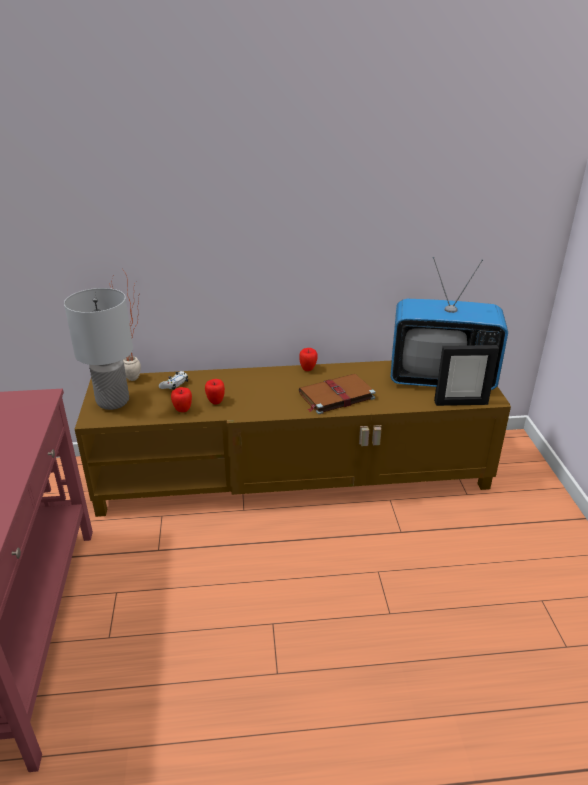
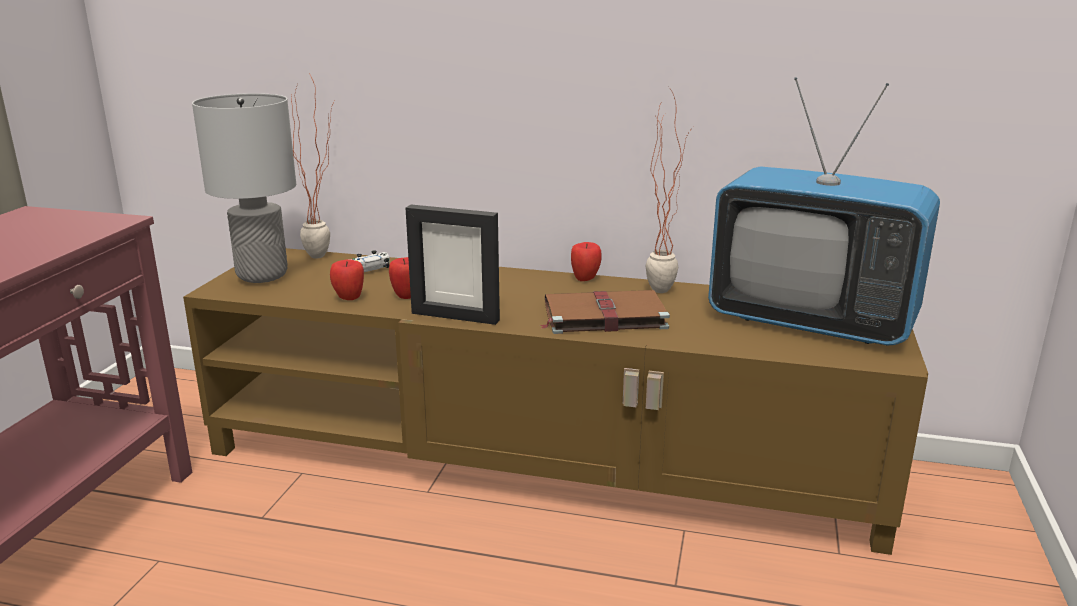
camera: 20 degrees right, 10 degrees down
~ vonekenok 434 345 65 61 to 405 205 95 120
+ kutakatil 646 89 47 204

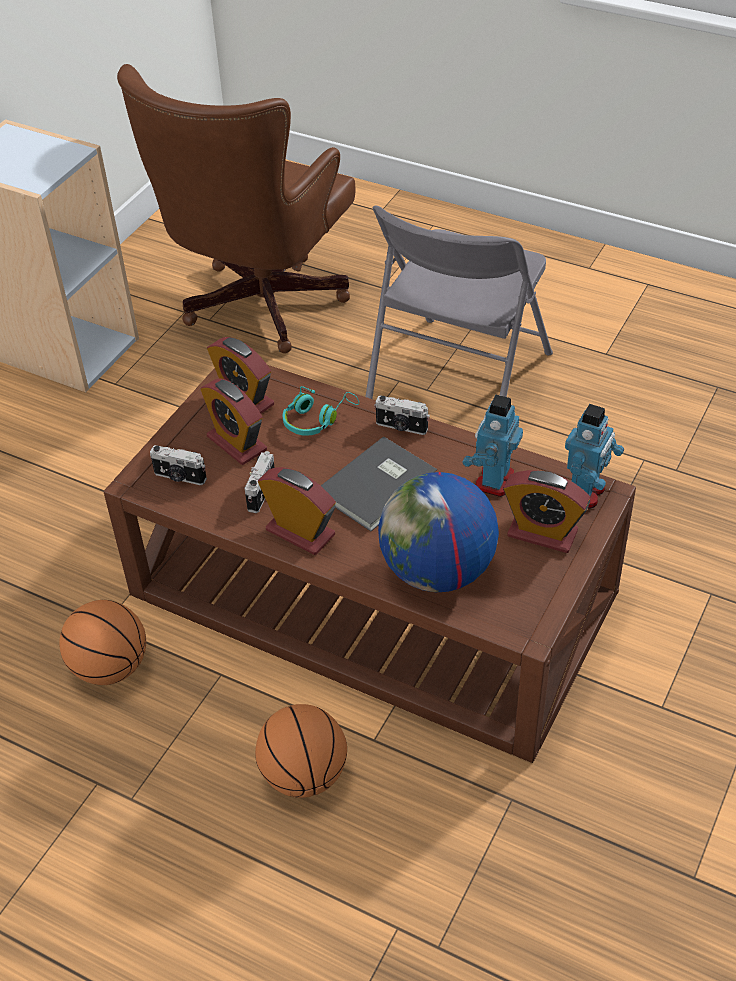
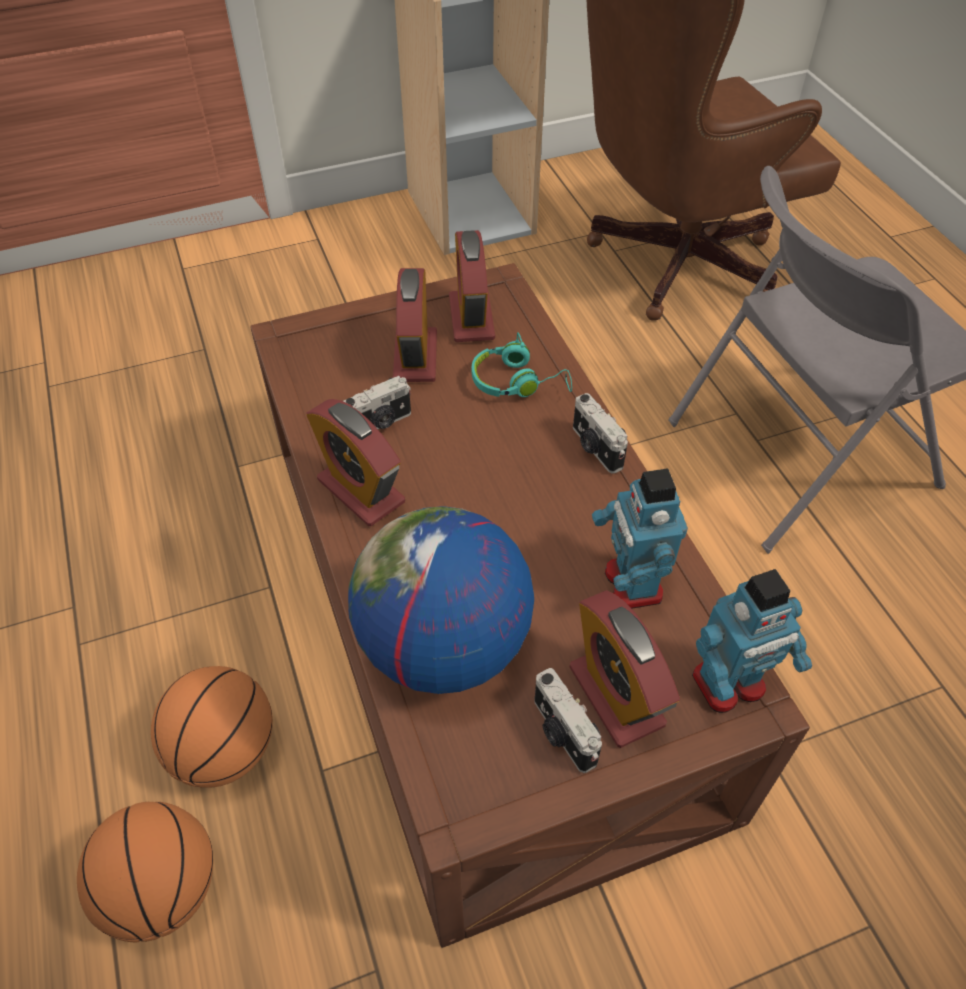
camera: 40 degrees right, 5 degrees up
~ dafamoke 462 395 61 102 = 592 468 96 141 75 degrees counterclockwise
- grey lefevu 321 436 116 95
~ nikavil 150 445 57 40 to 534 668 68 105
~ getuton 258 467 78 88 = 306 399 99 127 150 degrees clockwise
~ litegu 59 600 87 85 to 77 802 136 140

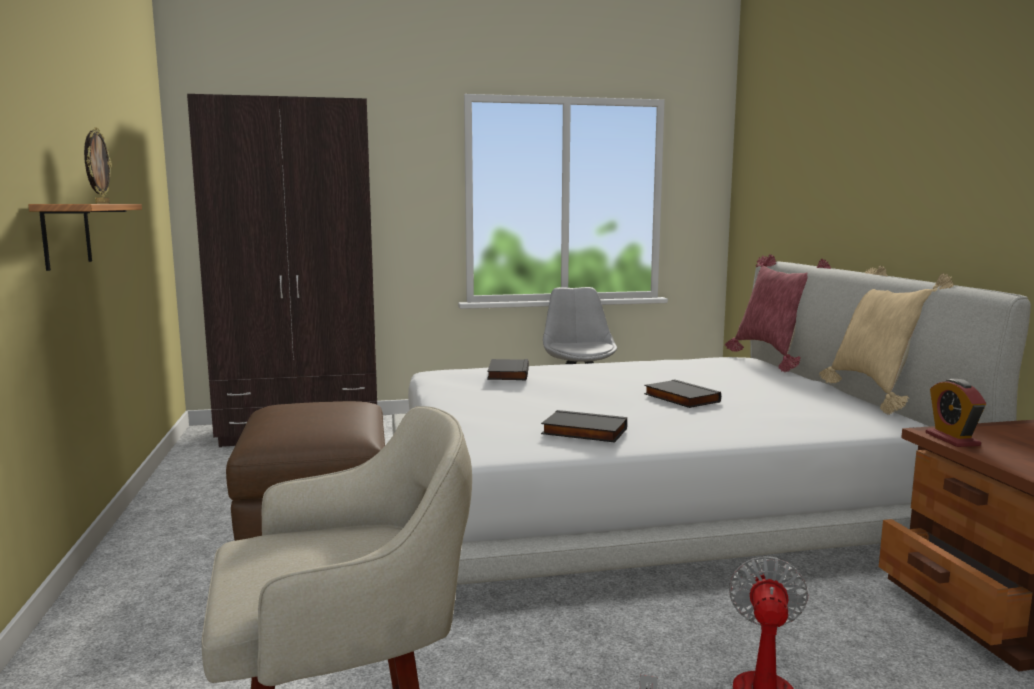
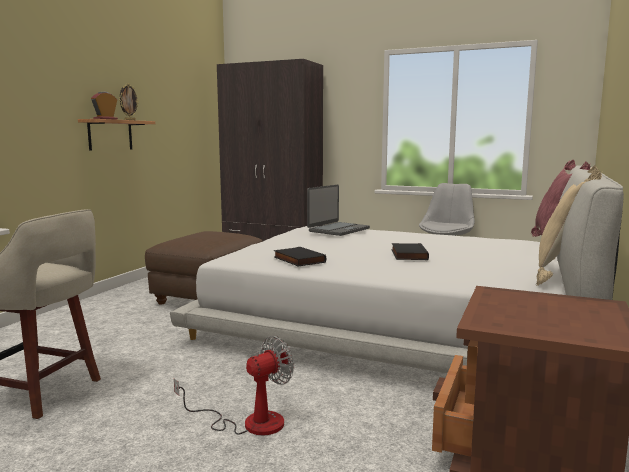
camera: 35 degrees right, 0 degrees up
~ black lefevu 487 359 42 22 to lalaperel 307 184 63 52
~ getuton 926 379 60 68 to 91 92 27 28

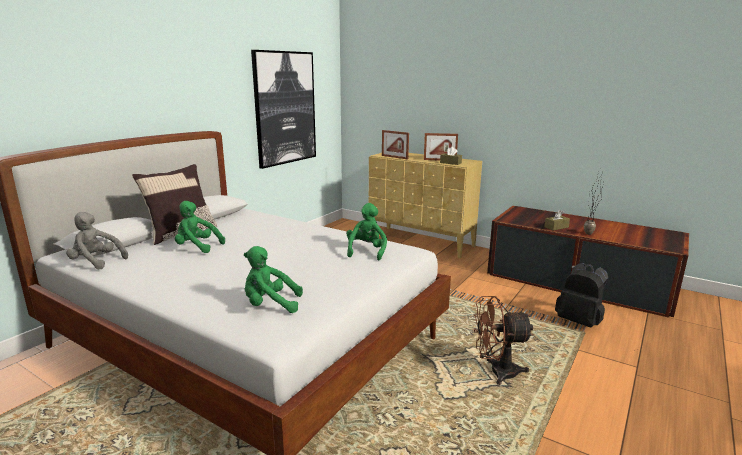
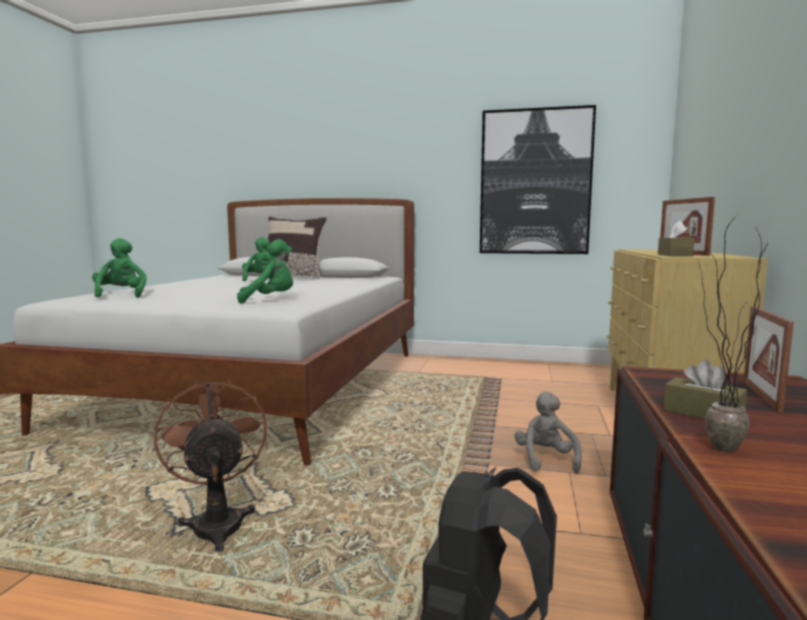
camera: 70 degrees right, 10 degrees down
~ vonekenok 382 130 27 29 to 743 306 51 107
~ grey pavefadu 66 212 62 57 to 514 391 68 82

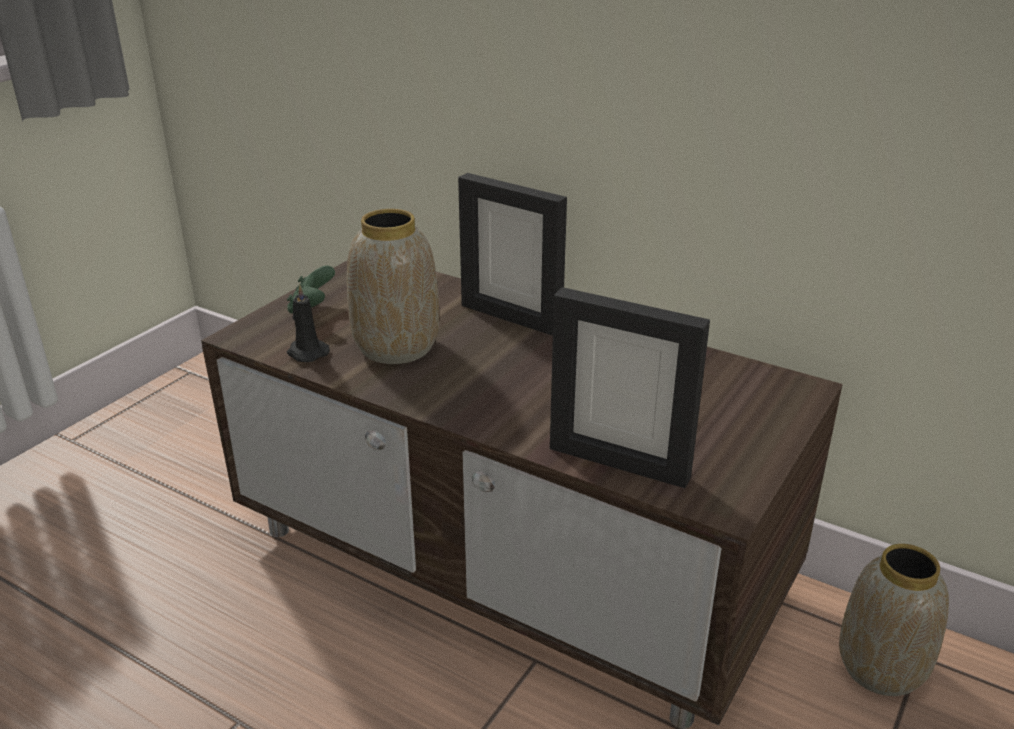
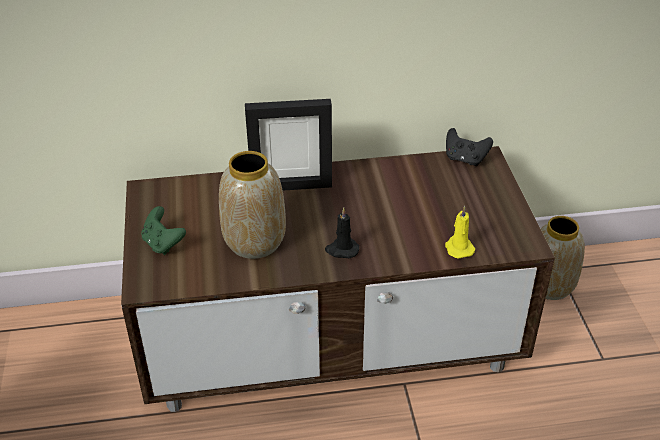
camera: 40 degrees left, 10 degrees up
~ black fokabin 287 284 43 78 to 325 207 34 51
~ vonekenok 550 287 160 201 to yellow fokabin 445 206 30 53
+ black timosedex 446 128 47 38

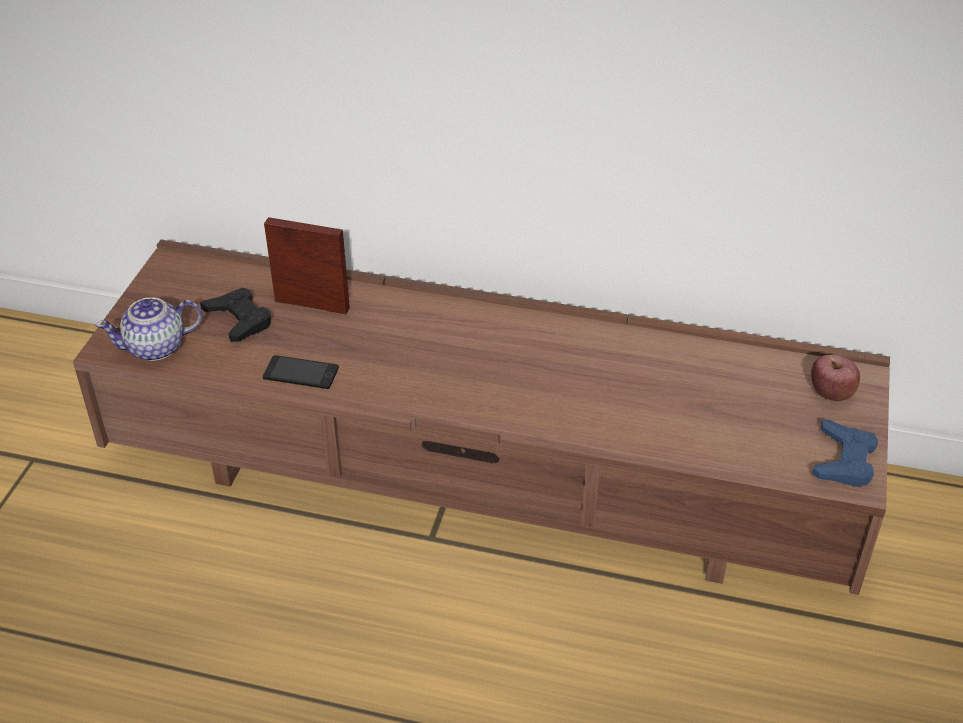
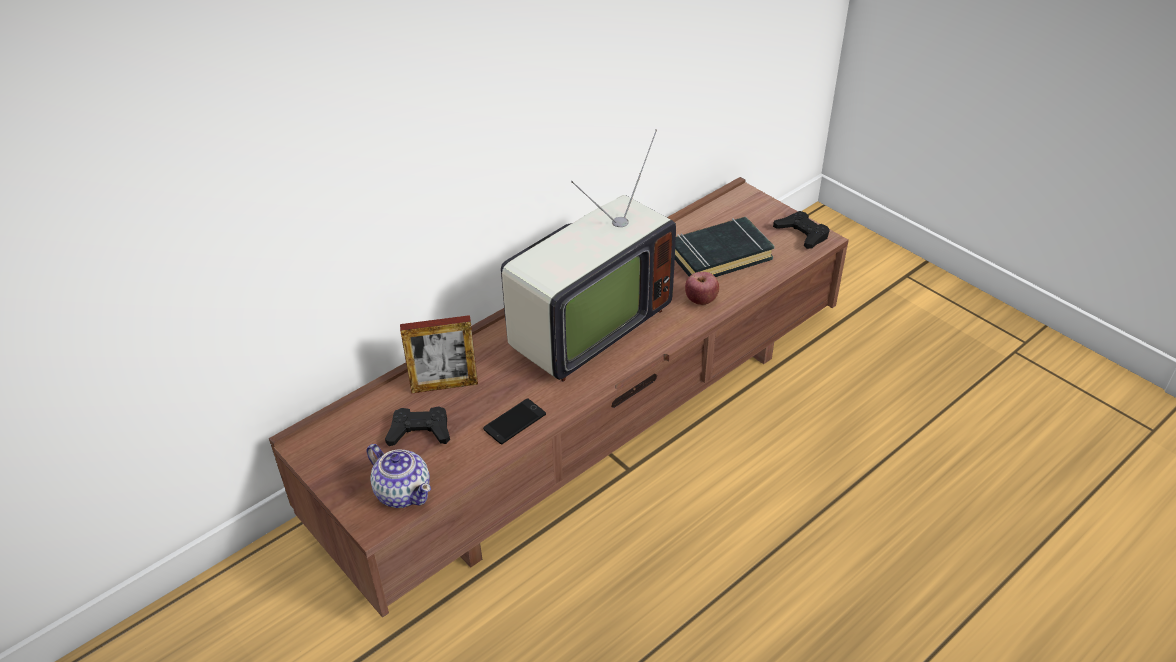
camera: 55 degrees left, 0 degrees up
~ vonekenok 264 217 86 97 = 400 315 78 78 150 degrees counterclockwise
~ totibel 95 297 107 64 = 367 444 64 64 60 degrees counterclockwise
~ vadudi 811 355 49 46 to 685 272 34 33
~ blue timosedex 812 419 66 68 to black timosedex 773 211 57 38
+ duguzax 501 130 175 252
+ black lefevu 675 217 100 60

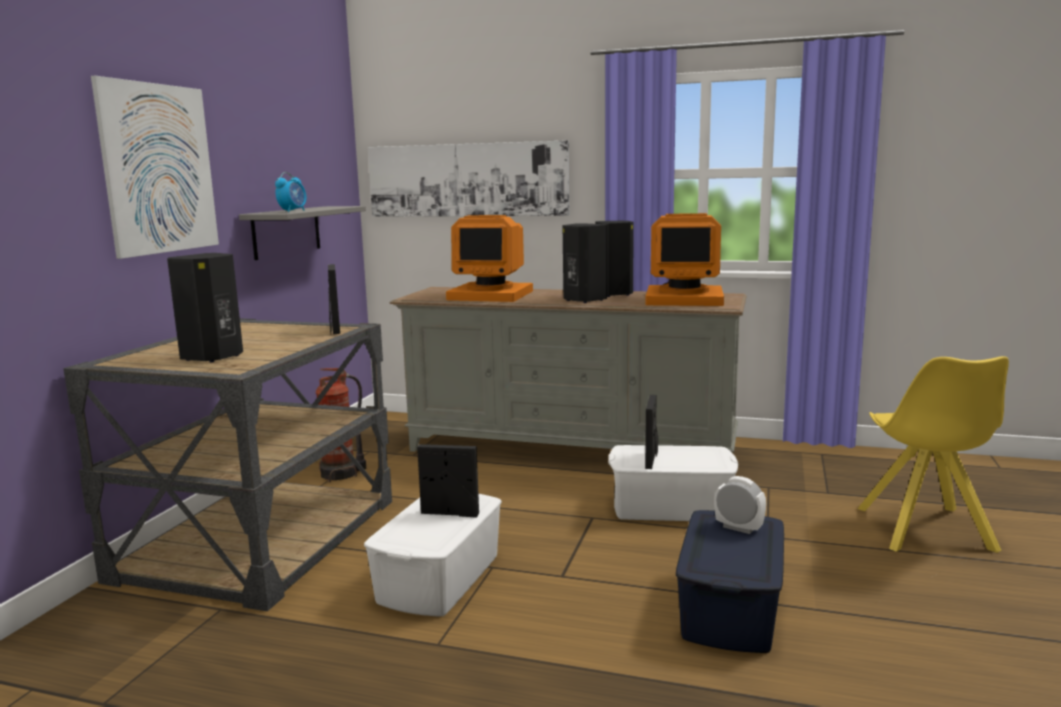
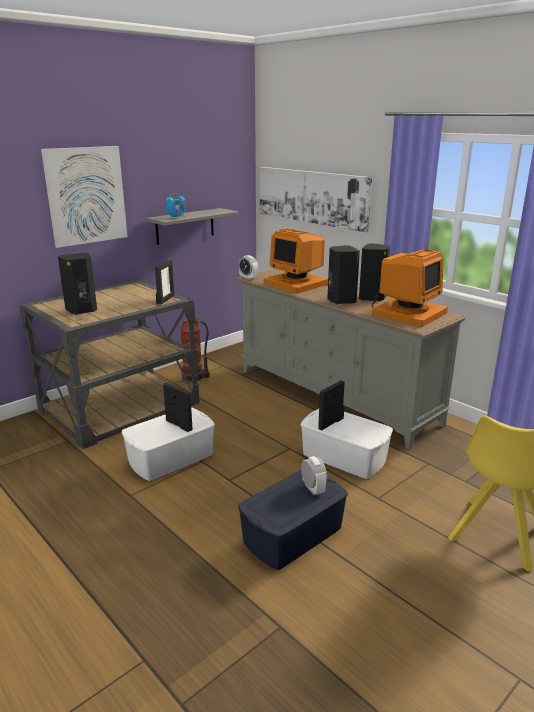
camera: 30 degrees right, 10 degrees up
~ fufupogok 645 213 79 93 = 372 249 76 78 90 degrees counterclockwise
+ getuton 239 255 19 25

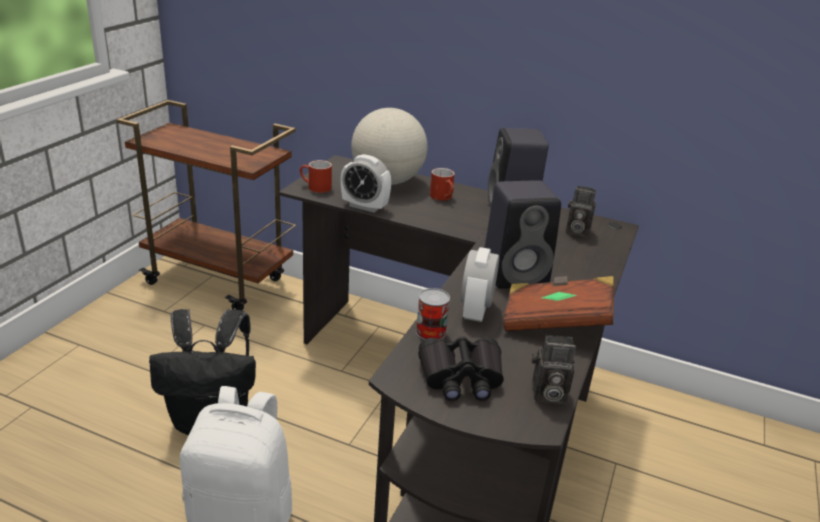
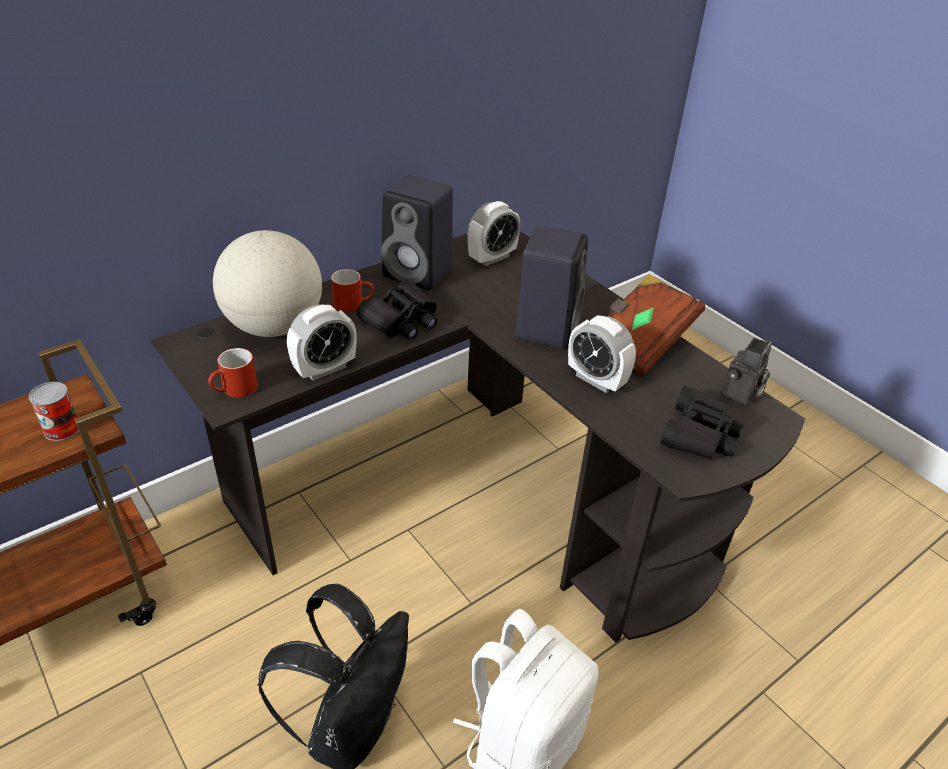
camera: 60 degrees left, 10 degrees up
~ nikavil 566 186 30 52 to getuton 468 201 52 65
~ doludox 416 288 34 52 to 29 382 49 59
+ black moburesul 357 281 80 59

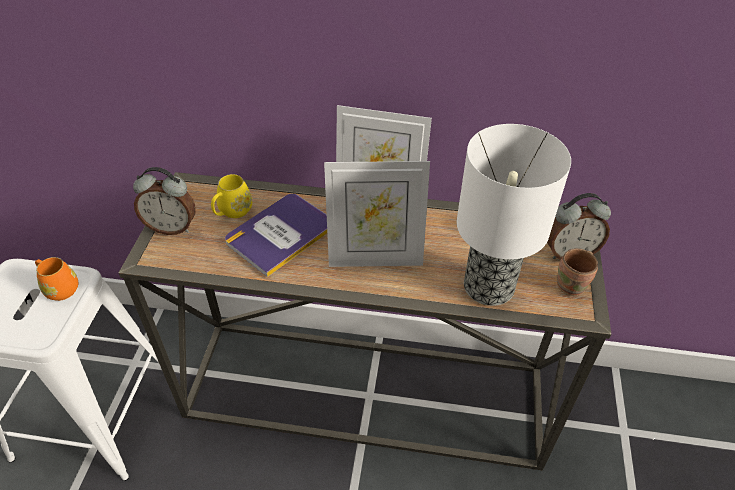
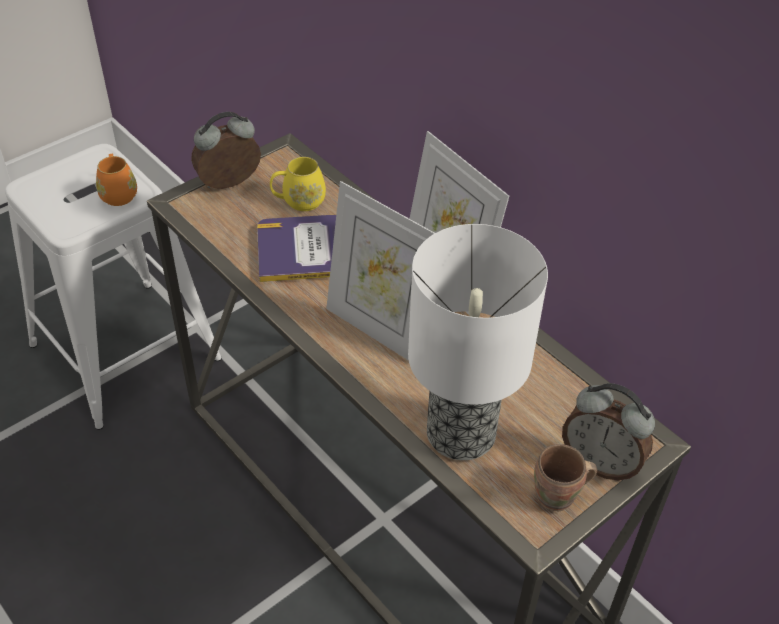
camera: 40 degrees right, 0 degrees up
~ getuton 133 167 63 68 = 191 112 70 77 105 degrees clockwise

